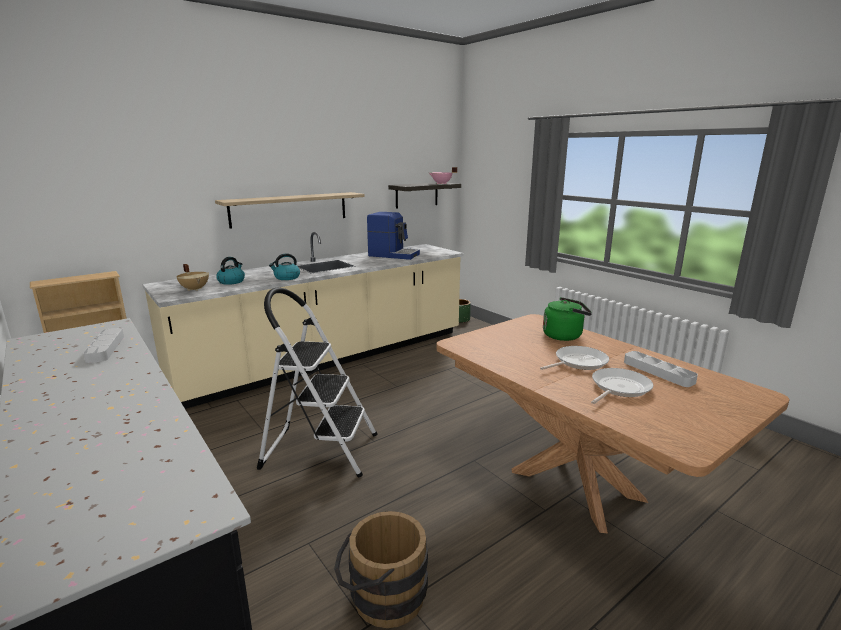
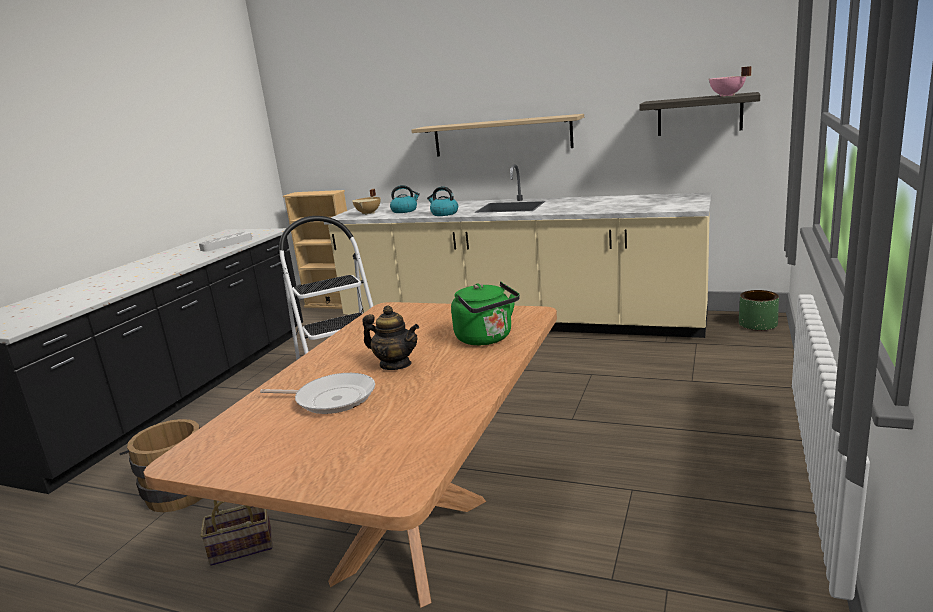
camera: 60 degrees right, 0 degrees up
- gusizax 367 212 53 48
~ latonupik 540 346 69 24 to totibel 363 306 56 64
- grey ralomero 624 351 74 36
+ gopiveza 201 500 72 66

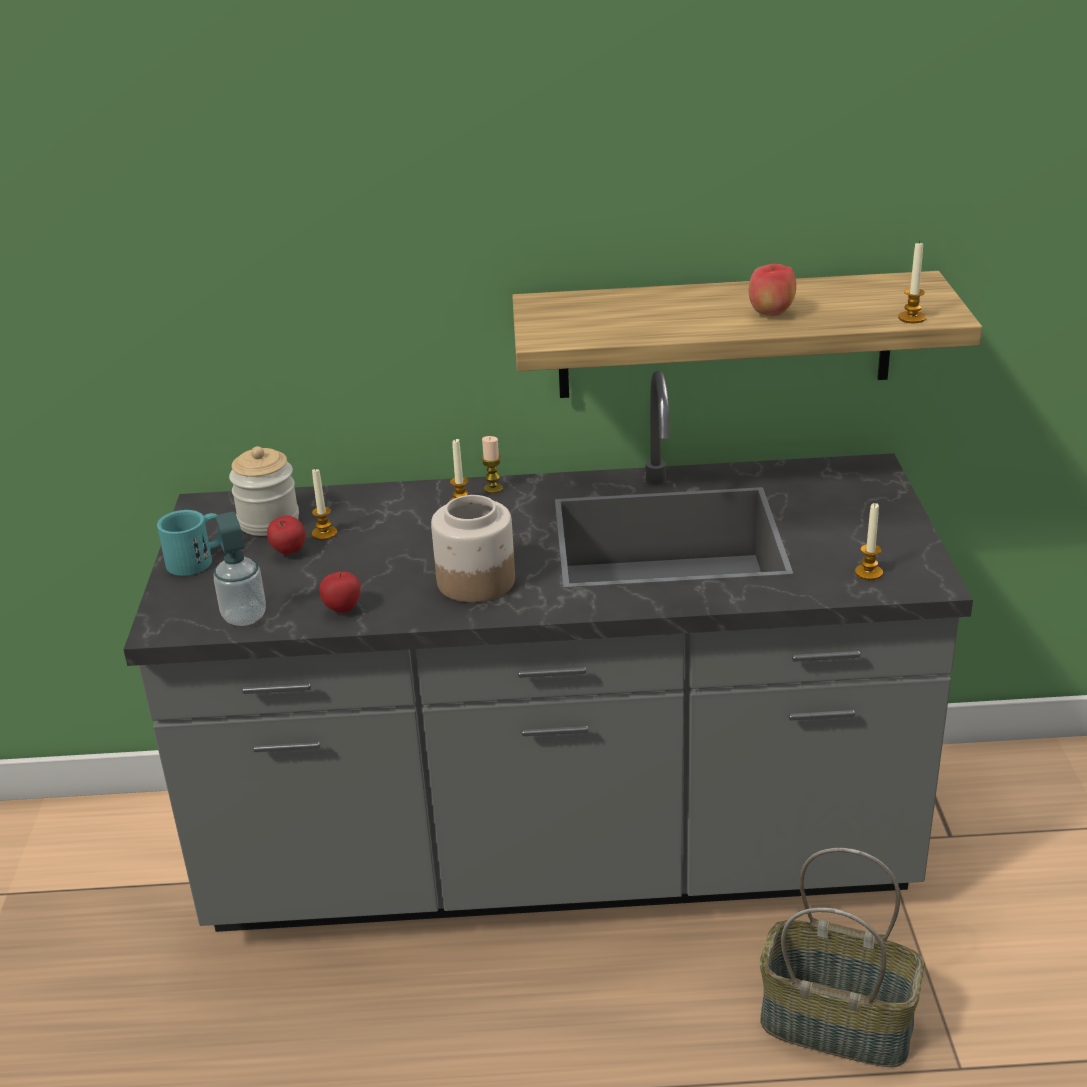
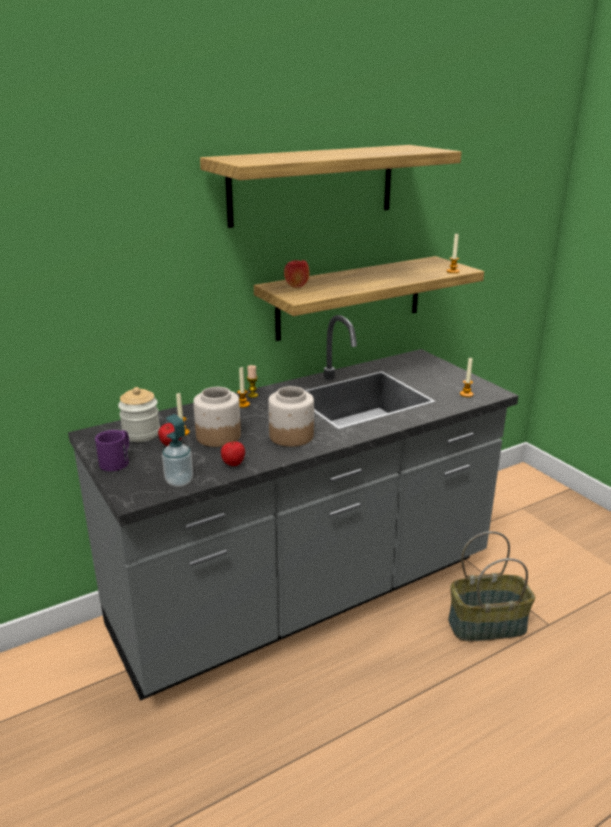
camera: 30 degrees left, 5 degrees down
~ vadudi 749 264 47 52 to 284 260 25 28
~ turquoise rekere 157 510 65 66 to purple rekere 95 430 34 41
+ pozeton 200 145 262 83
+ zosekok 193 387 48 60

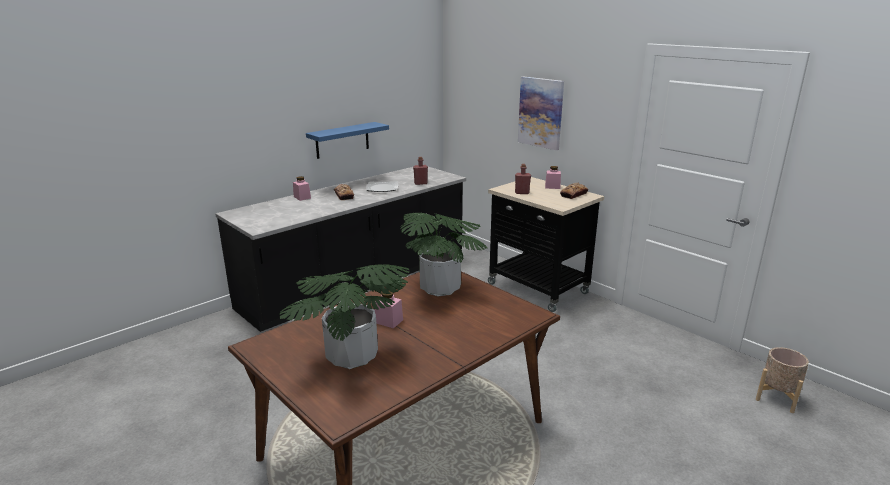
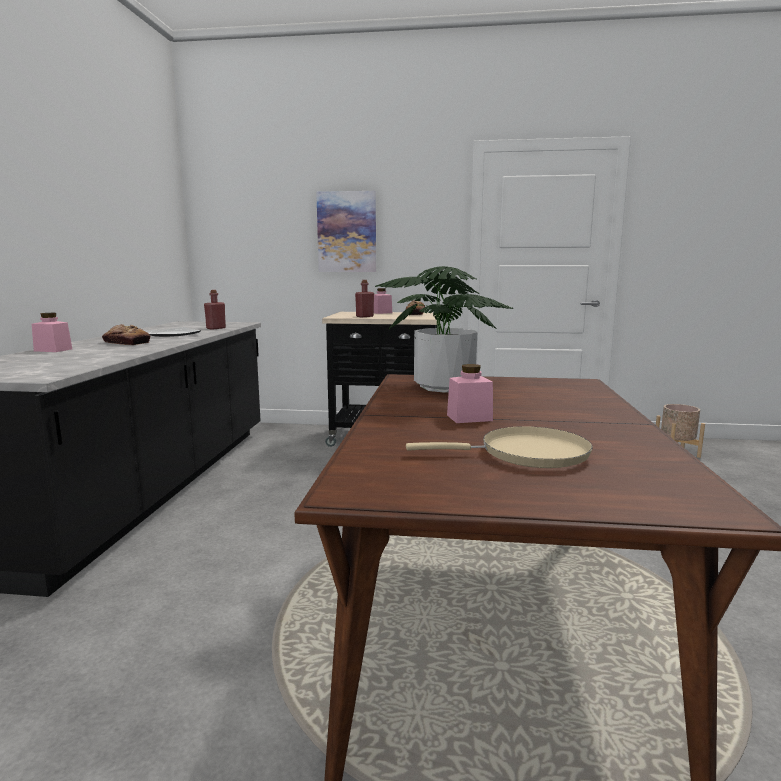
camera: 40 degrees left, 10 degrees down
- blue pozeton 306 122 83 37
~ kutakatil 279 264 131 105 to beige latonupik 406 426 187 42

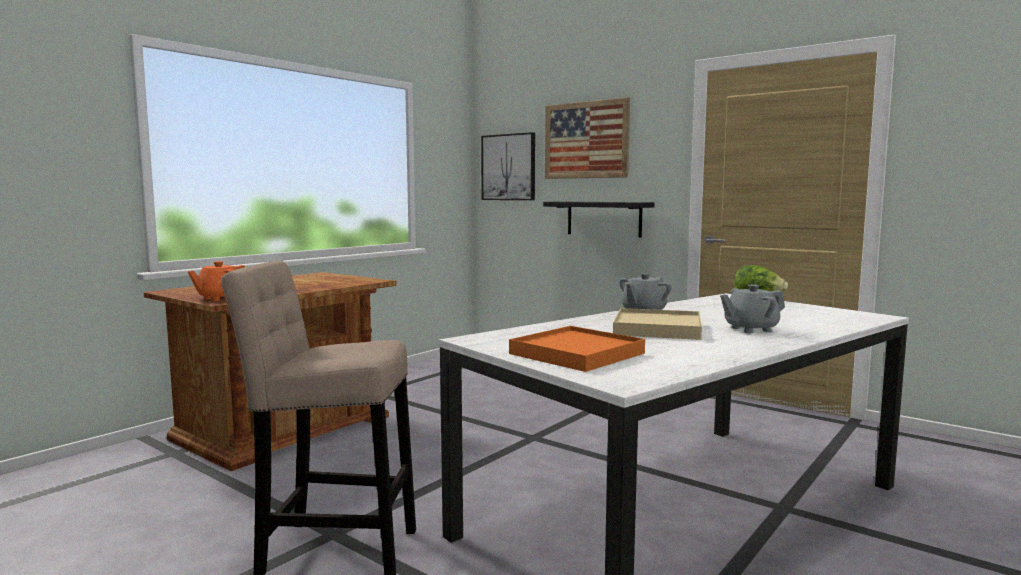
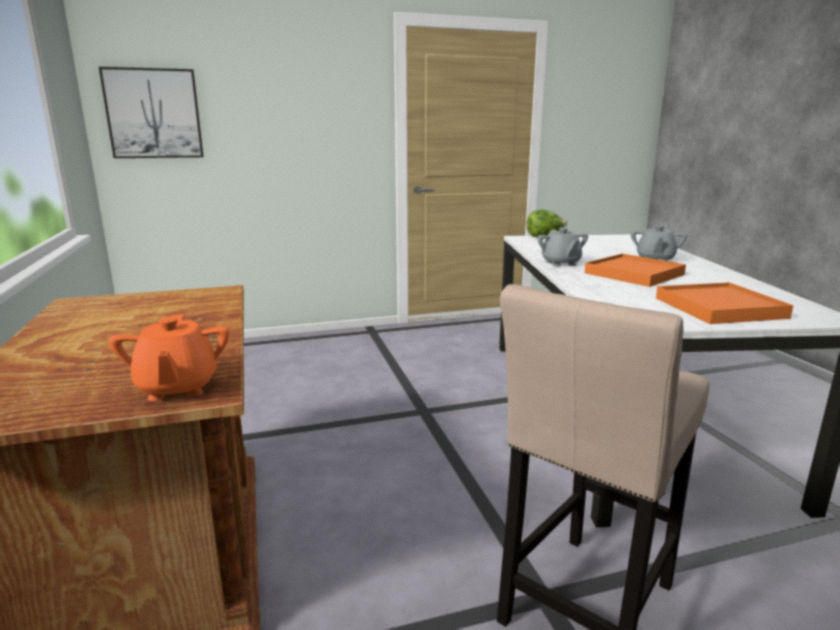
camera: 55 degrees left, 10 degrees up
- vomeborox 545 97 85 82
- black pozeton 543 202 112 35
~ beige ralomero 613 308 89 32 to orange ralomero 585 254 101 33

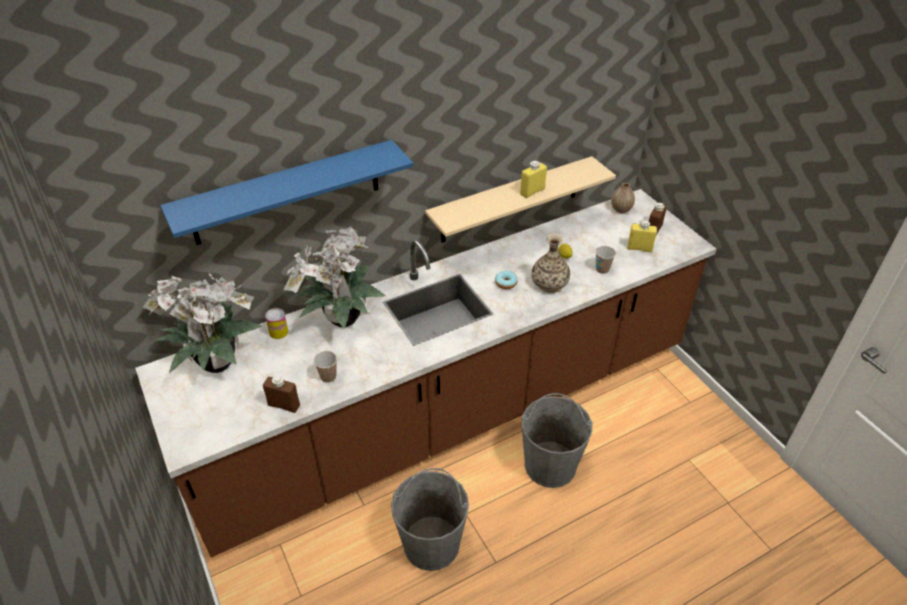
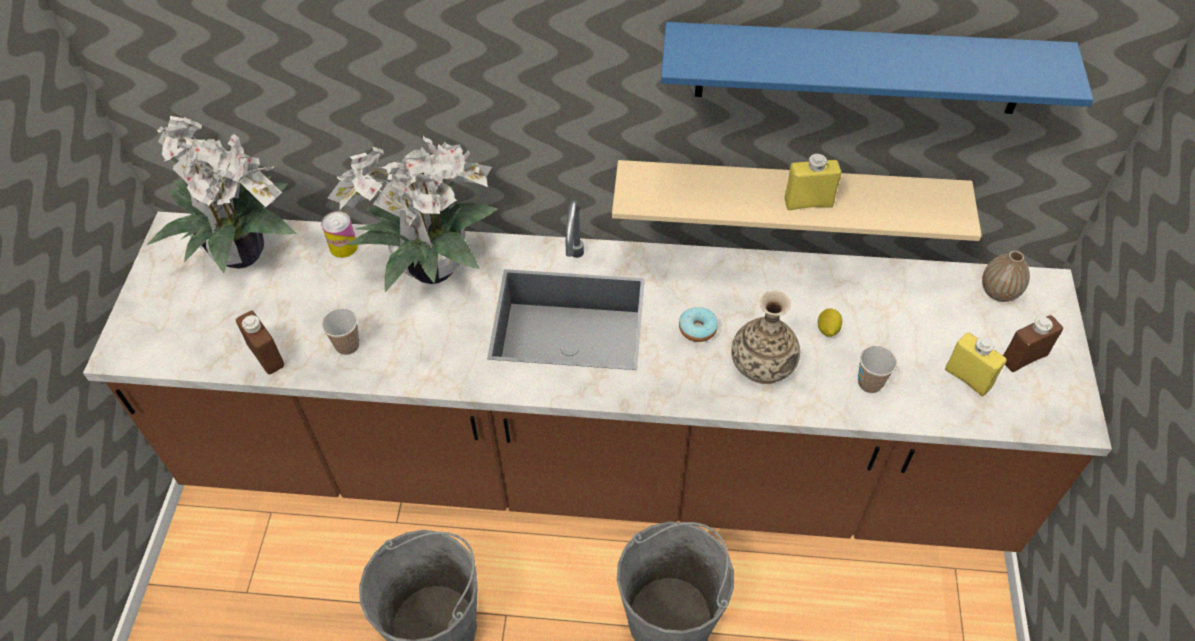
camera: 35 degrees right, 10 degrees up
~ blue pozeton 160 140 253 105 to 661 22 433 92

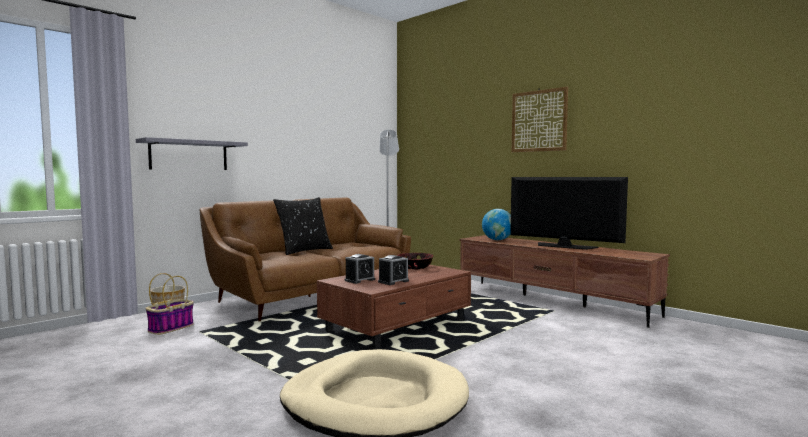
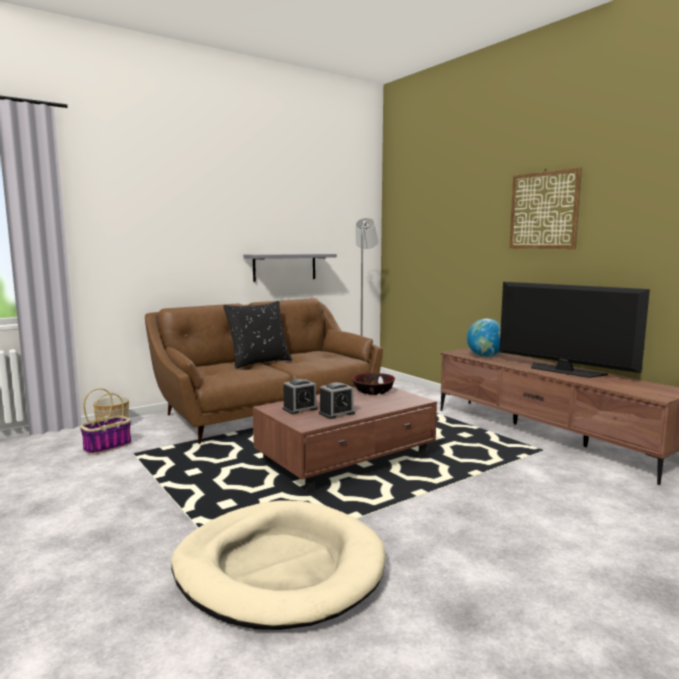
camera: 10 degrees right, 5 degrees up
~ grey pozeton 136 137 112 33 to 243 254 94 28

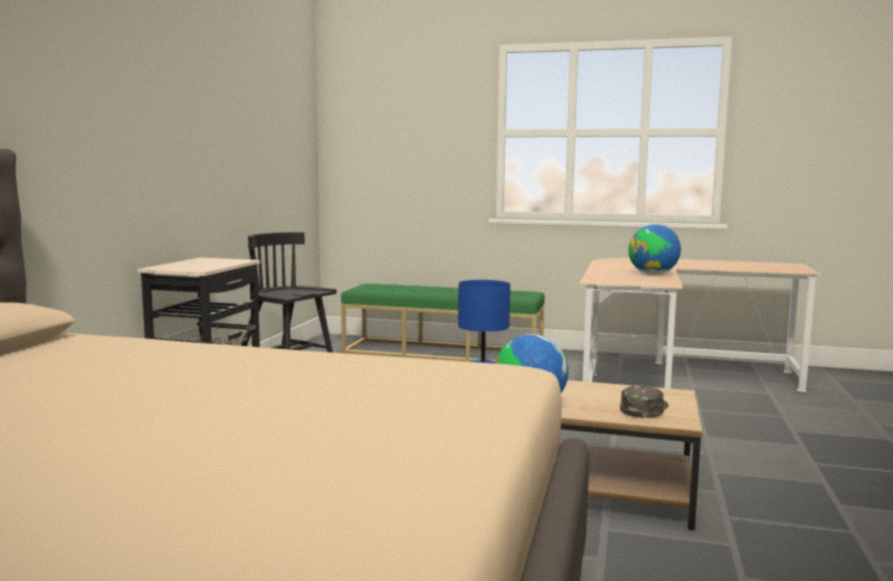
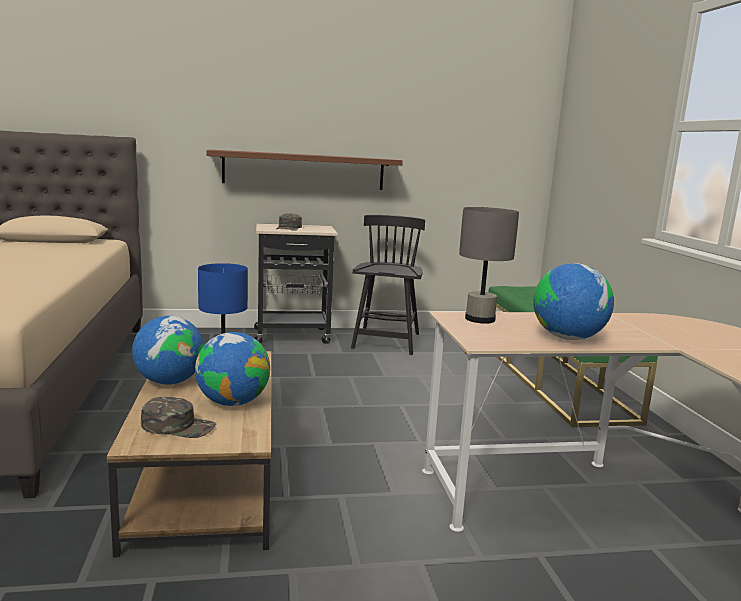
camera: 65 degrees right, 5 degrees up
+ brown pozeton 207 150 196 40
+ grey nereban 459 207 60 117
+ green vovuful 276 213 26 18
+ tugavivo 195 332 75 74

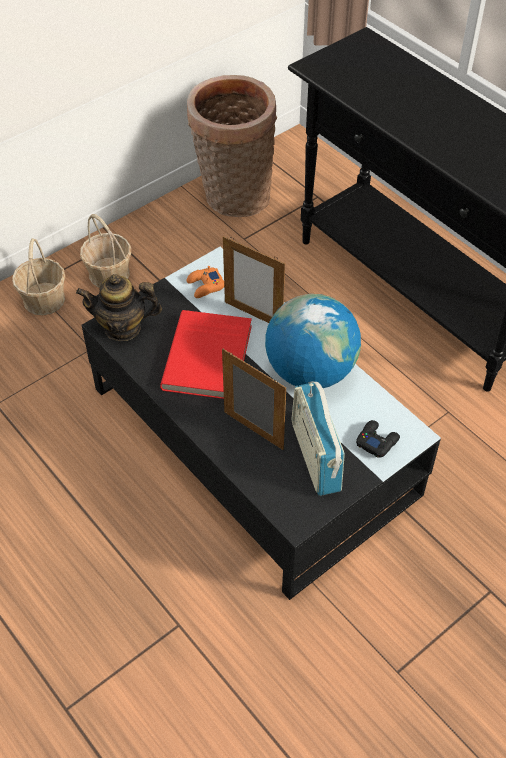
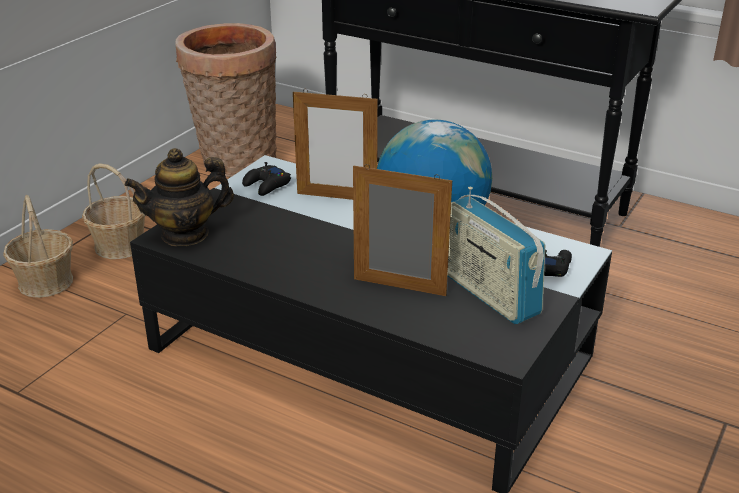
camera: 20 degrees left, 20 degrees down
~ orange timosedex 186 266 38 32 to black timosedex 242 162 49 34
- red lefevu 160 310 92 89

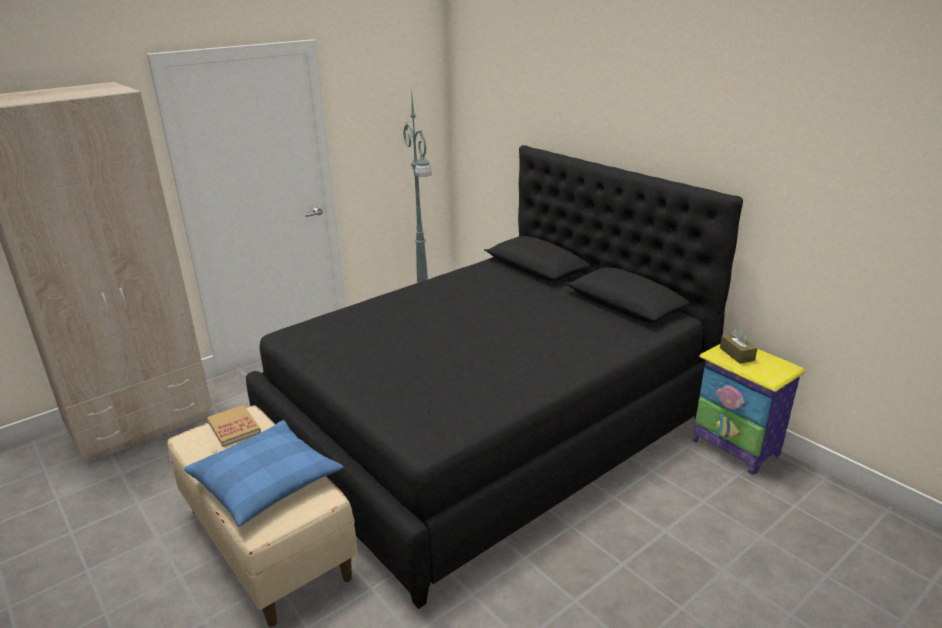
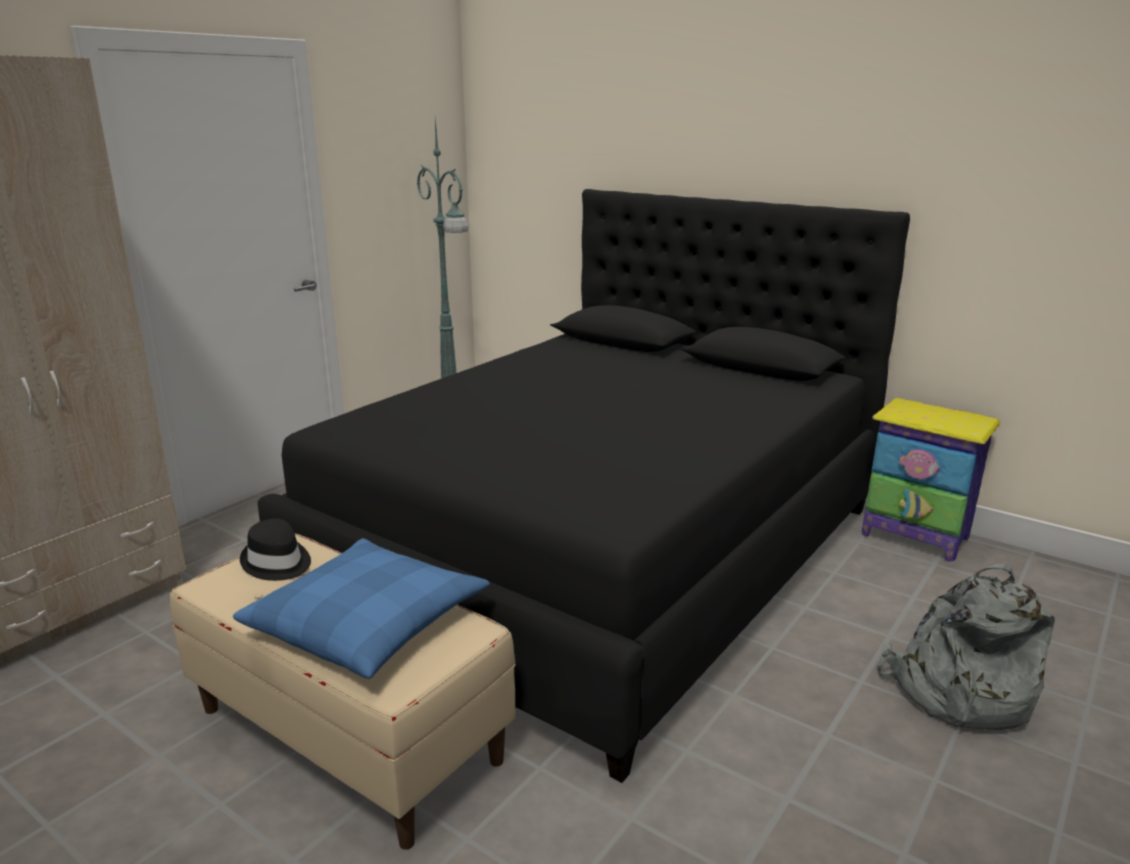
camera: 15 degrees left, 5 degrees down
- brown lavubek 720 329 37 35
~ lefevu 207 405 54 42 to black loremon 240 518 71 63
+ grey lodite 878 564 177 166

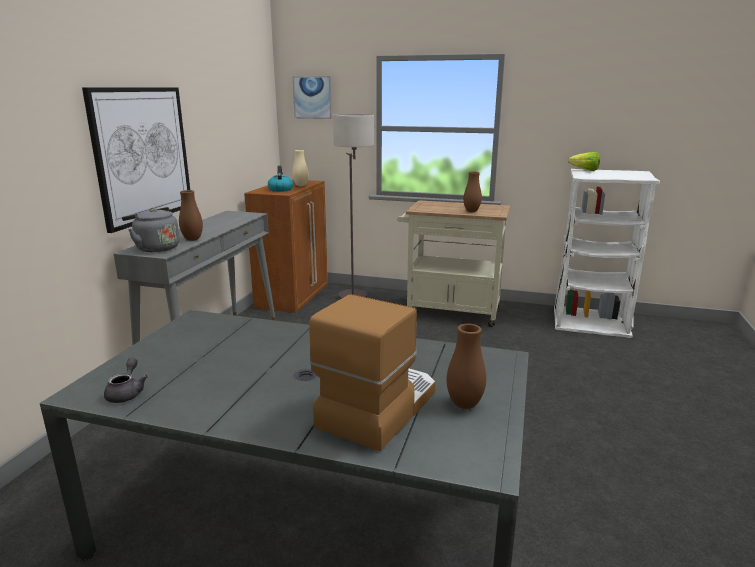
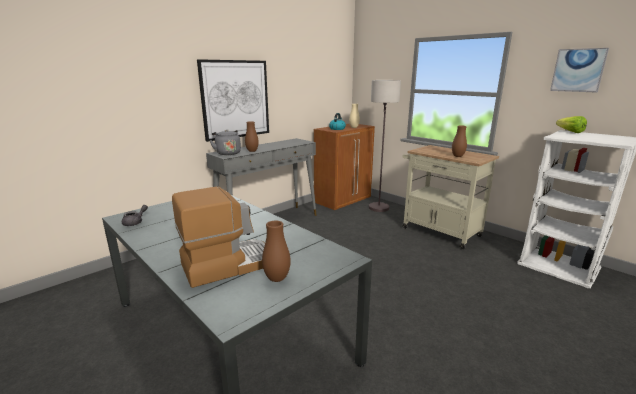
camera: 30 degrees right, 0 degrees up
~ vomeborox 293 76 39 43 to 550 48 59 45

